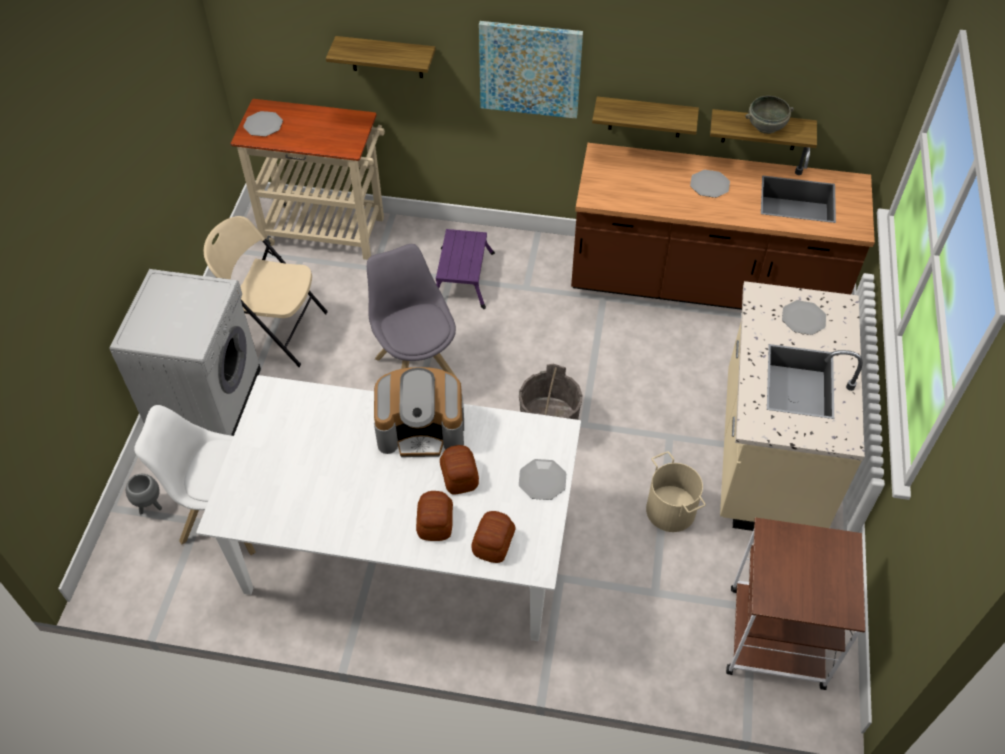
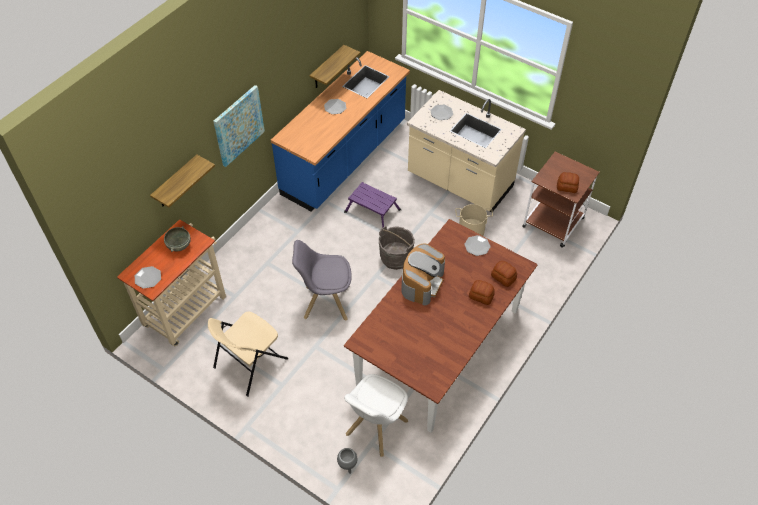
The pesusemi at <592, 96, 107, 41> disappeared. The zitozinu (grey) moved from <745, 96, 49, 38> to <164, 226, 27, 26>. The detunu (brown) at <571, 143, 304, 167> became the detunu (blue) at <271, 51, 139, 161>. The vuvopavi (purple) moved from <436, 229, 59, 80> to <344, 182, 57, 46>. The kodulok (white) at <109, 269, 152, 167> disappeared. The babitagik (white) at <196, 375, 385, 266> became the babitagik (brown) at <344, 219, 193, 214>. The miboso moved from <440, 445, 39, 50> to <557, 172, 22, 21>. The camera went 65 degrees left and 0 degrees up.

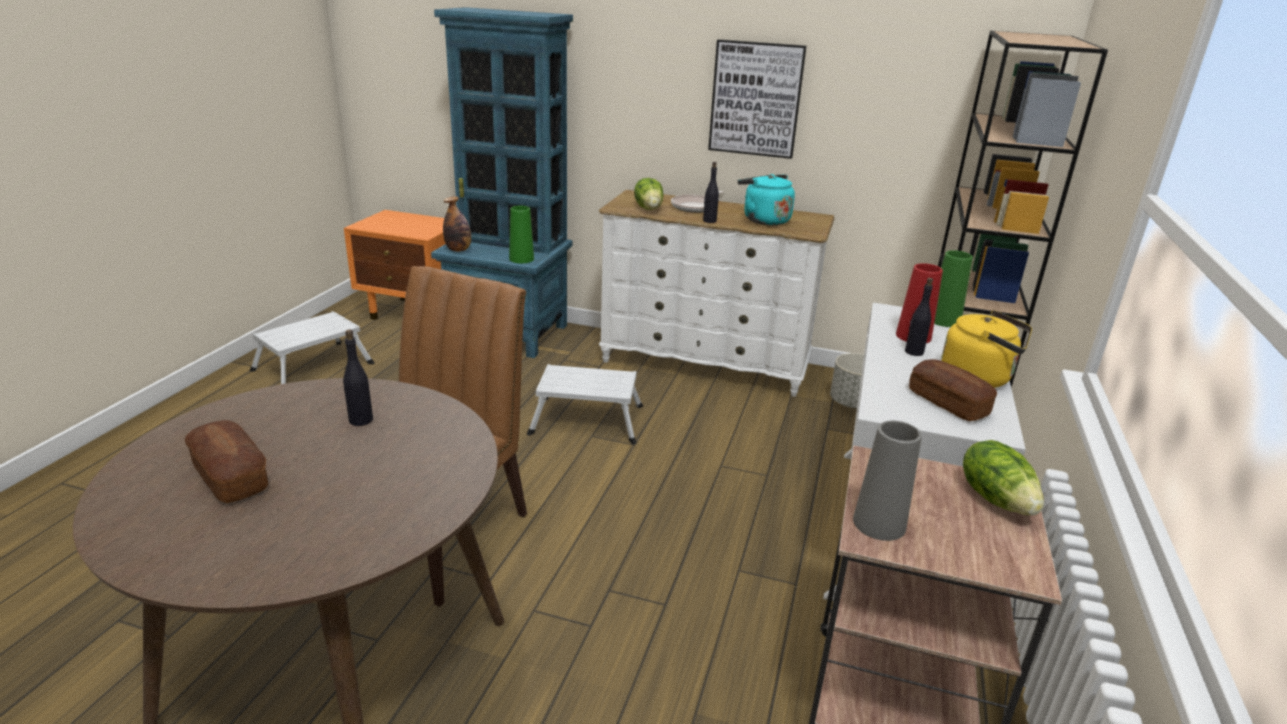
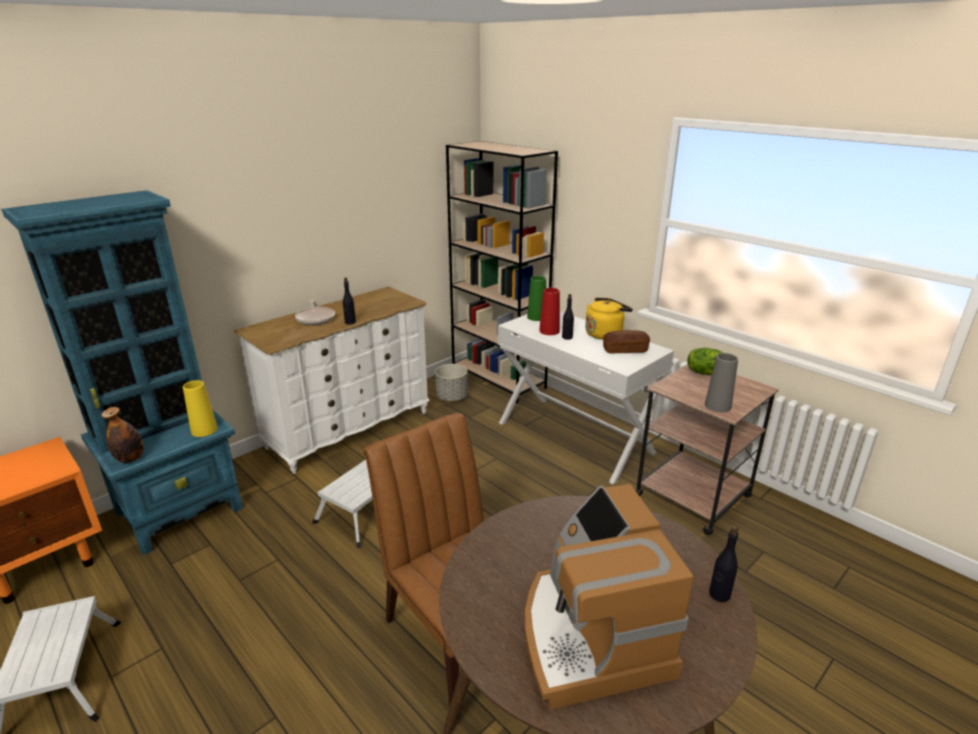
The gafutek at <708, 39, 98, 120> disappeared. The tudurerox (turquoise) at <738, 174, 57, 51> disappeared. The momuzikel at <634, 178, 29, 32> disappeared. The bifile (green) at <509, 206, 25, 57> became the bifile (yellow) at <183, 380, 35, 57>. The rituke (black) moved from <343, 330, 30, 96> to <709, 525, 29, 77>. The miboso at <185, 420, 83, 83> was replaced by the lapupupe at <525, 484, 169, 226>. The camera went 60 degrees left and 0 degrees up.

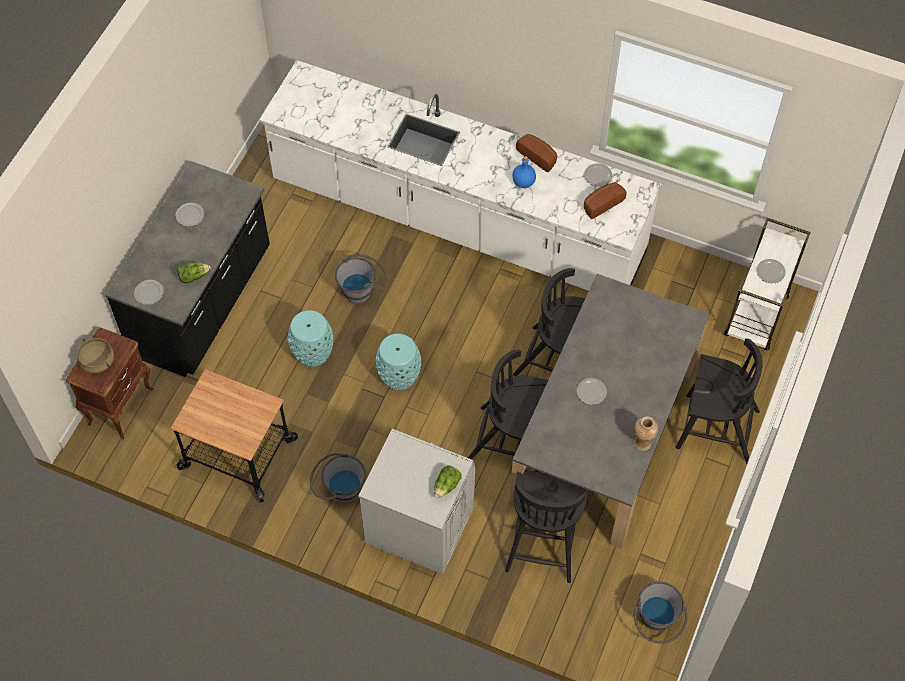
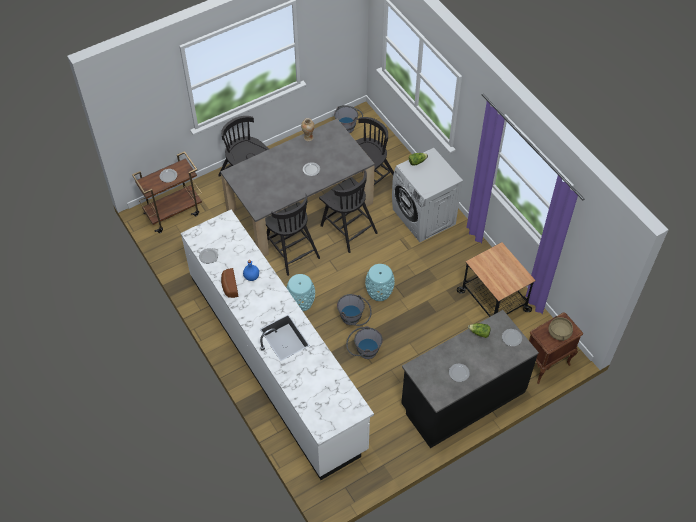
The miboso at <584, 182, 43, 37> disappeared. The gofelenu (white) at <724, 218, 87, 132> became the gofelenu (brown) at <132, 151, 70, 82>. The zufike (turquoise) moved from <288, 310, 45, 57> to <286, 274, 29, 37>. The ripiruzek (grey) moved from <310, 453, 56, 50> to <337, 294, 35, 32>. The camera went 145 degrees left and 5 degrees down.

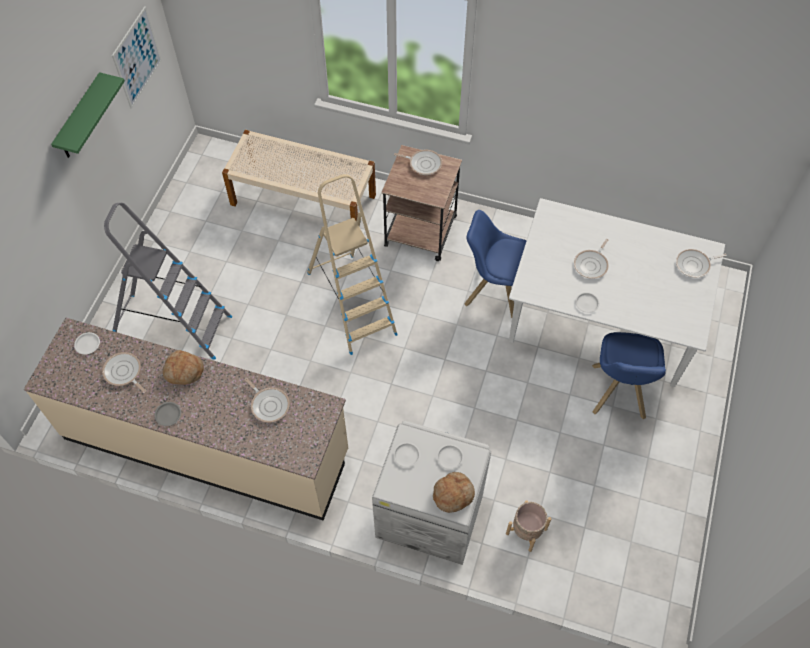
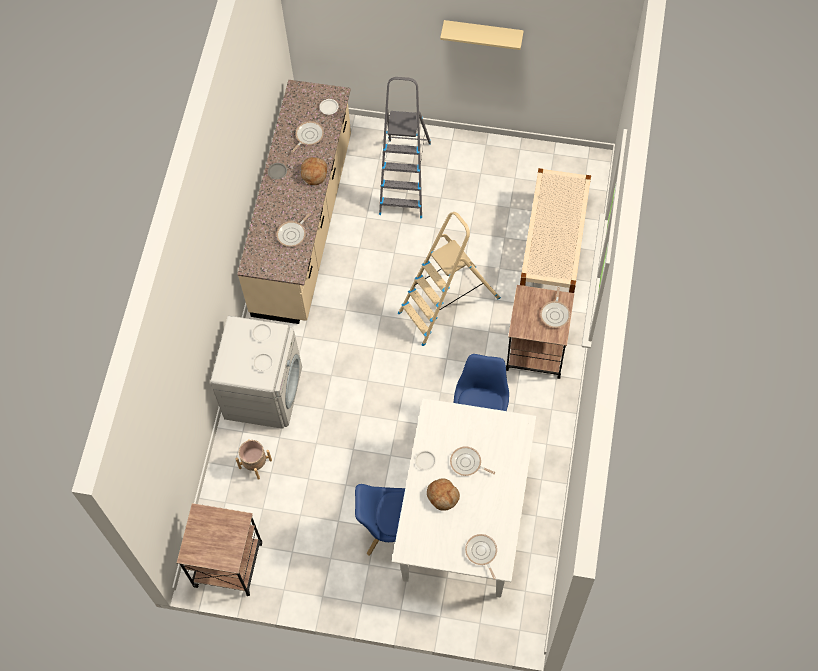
The gafutek at <112, 6, 50, 103> disappeared. The pesusemi (green) at <51, 72, 74, 86> became the pesusemi (beige) at <440, 20, 84, 30>. The miboso moved from <433, 472, 42, 41> to <427, 478, 33, 33>. The gofelenu (brown) at <177, 503, 85, 93> appeared. The camera went 85 degrees right and 5 degrees up.

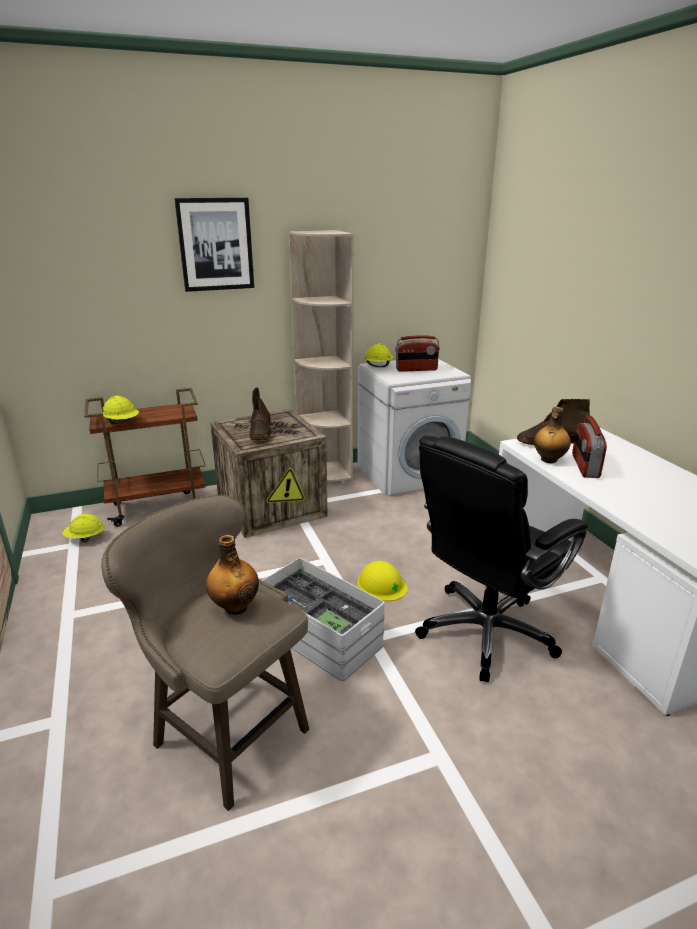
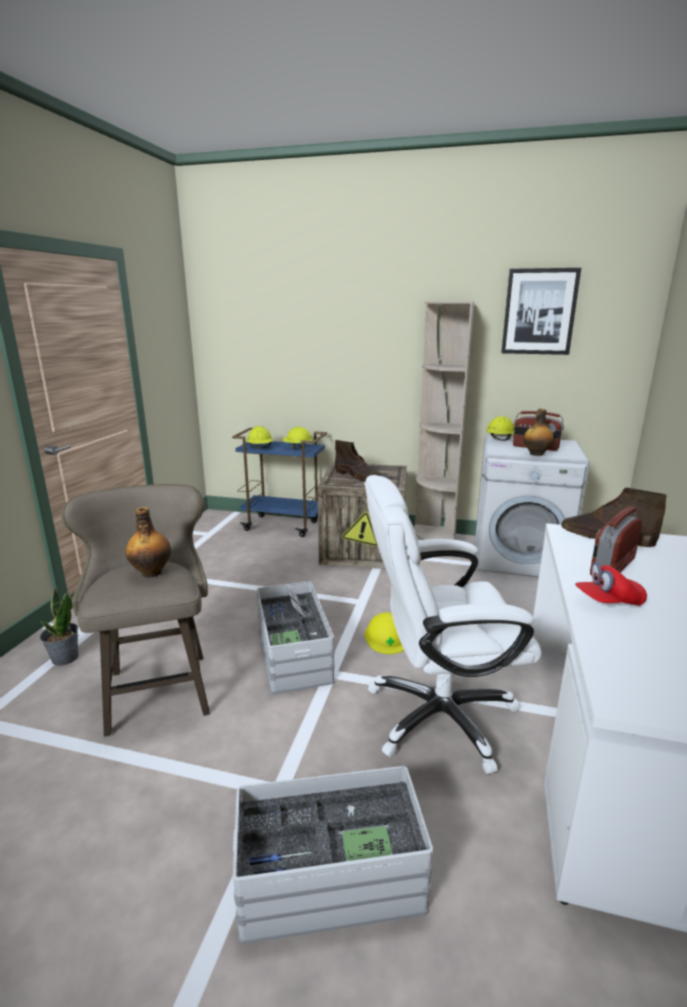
The gafutek moved from <174, 198, 80, 94> to <501, 268, 80, 87>. The gofelenu (brown) at <84, 388, 122, 139> became the gofelenu (blue) at <232, 428, 95, 109>. The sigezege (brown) at <250, 388, 22, 52> turned 75 degrees counterclockwise. The rituke moved from <534, 407, 37, 56> to <523, 409, 31, 47>. The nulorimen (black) at <415, 436, 173, 246> became the nulorimen (white) at <364, 475, 178, 299>. The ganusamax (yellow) moved from <62, 514, 43, 29> to <282, 427, 31, 22>. The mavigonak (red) at <575, 562, 72, 44> appeared. The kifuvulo at <40, 588, 39, 78> appeared. The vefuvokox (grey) at <233, 766, 200, 178> appeared. The camera went 35 degrees right and 5 degrees down.

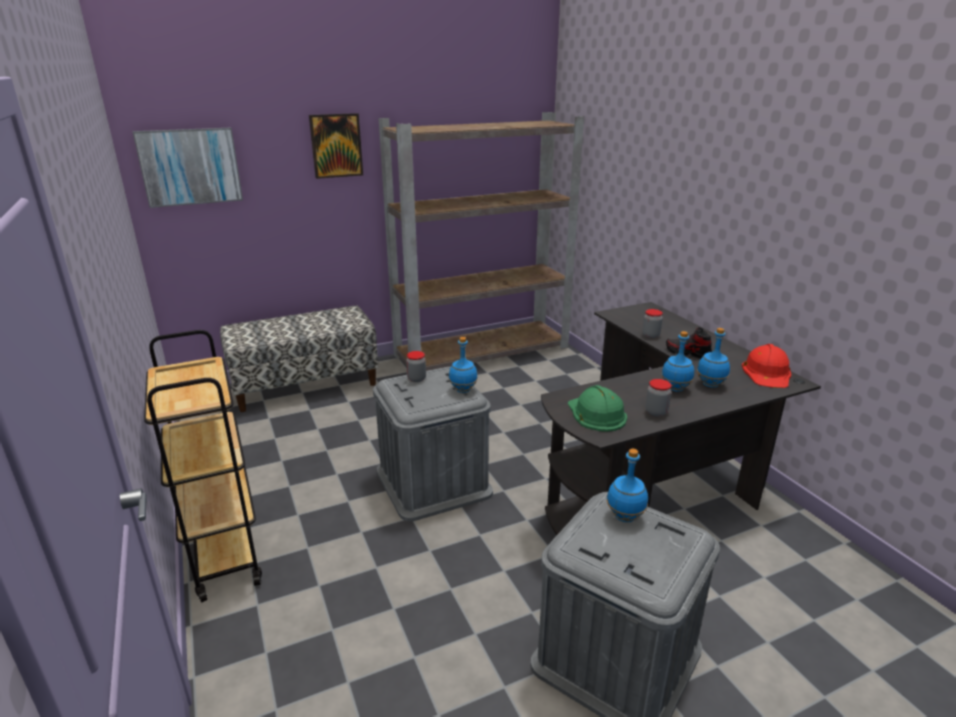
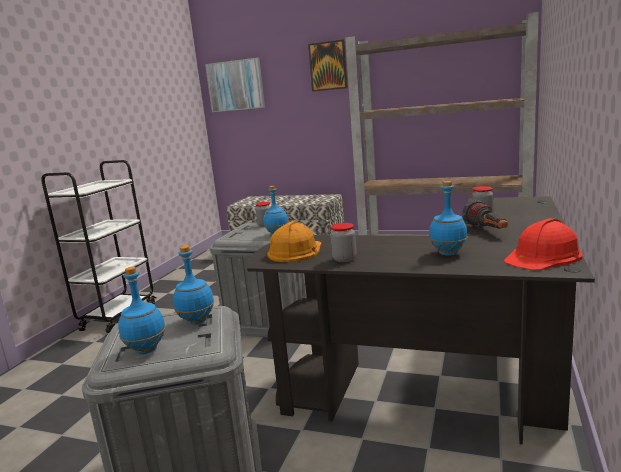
The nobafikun at <666, 328, 46, 31> was replaced by the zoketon at <462, 200, 46, 29>. The gofelenu (brown) at <144, 330, 118, 273> became the gofelenu (white) at <41, 160, 116, 173>. The rituke (blue) moved from <661, 331, 33, 61> to <118, 267, 48, 87>. The ganusamax (green) at <568, 385, 59, 47> became the ganusamax (orange) at <267, 221, 54, 41>. The camera went 45 degrees right and 10 degrees down.

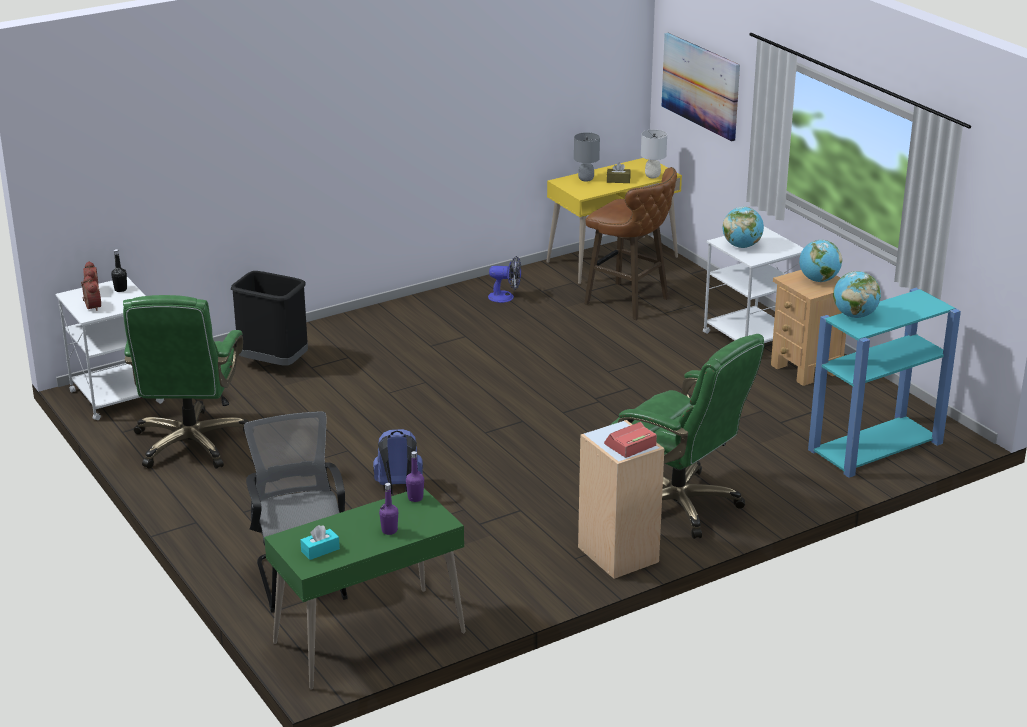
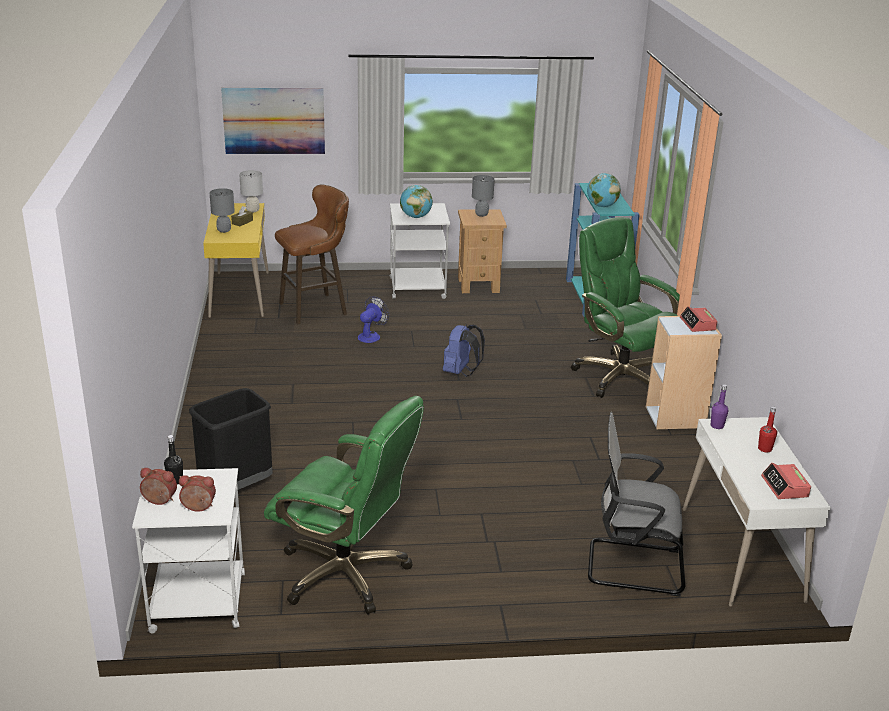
The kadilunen at <799, 240, 43, 42> was replaced by the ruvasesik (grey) at <472, 175, 23, 42>. The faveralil moved from <488, 256, 33, 47> to <358, 296, 31, 47>. The nulorimen (green) at <610, 334, 154, 205> turned 105 degrees counterclockwise. The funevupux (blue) moved from <373, 429, 50, 65> to <443, 325, 42, 52>. The rituke (purple) at <379, 483, 19, 52> became the rituke (red) at <758, 406, 19, 46>. The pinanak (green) at <264, 488, 201, 201> became the pinanak (white) at <683, 417, 147, 190>. The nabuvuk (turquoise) at <300, 525, 40, 35> was replaced by the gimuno at <761, 463, 50, 36>. The camera went 65 degrees left and 0 degrees up.

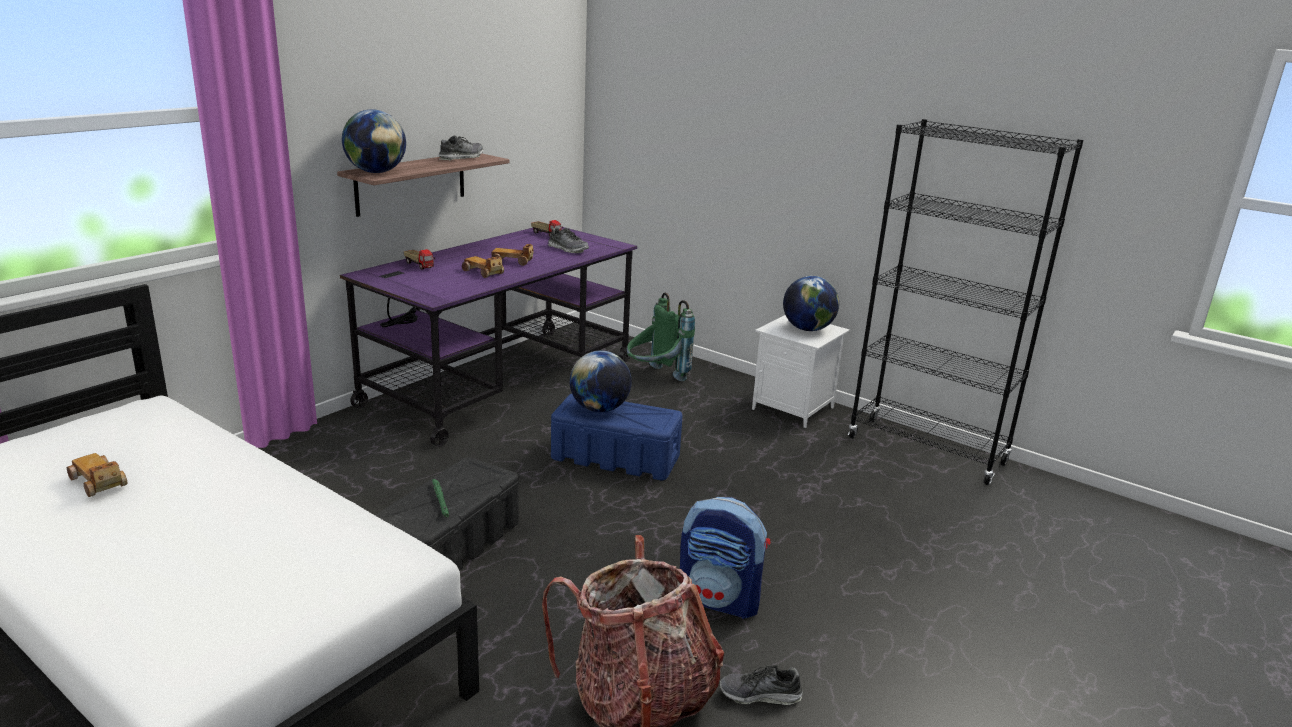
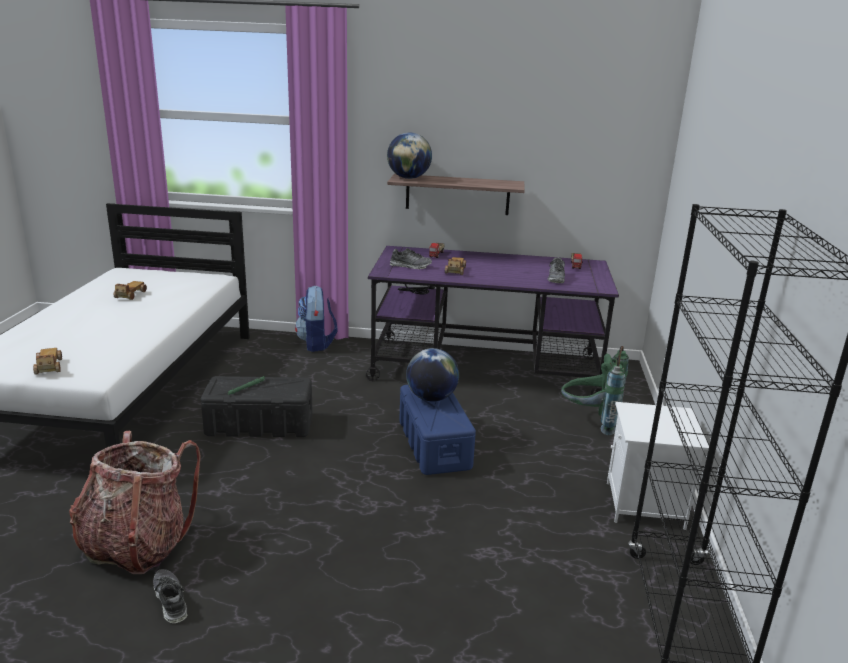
The nobafikun moved from <439, 136, 44, 24> to <390, 248, 42, 21>. The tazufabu moved from <491, 244, 43, 22> to <33, 348, 29, 27>. The kadilunen at <783, 276, 56, 55> disappeared. The funevupux moved from <680, 497, 90, 122> to <295, 285, 43, 67>. The camera went 60 degrees right and 0 degrees up.

